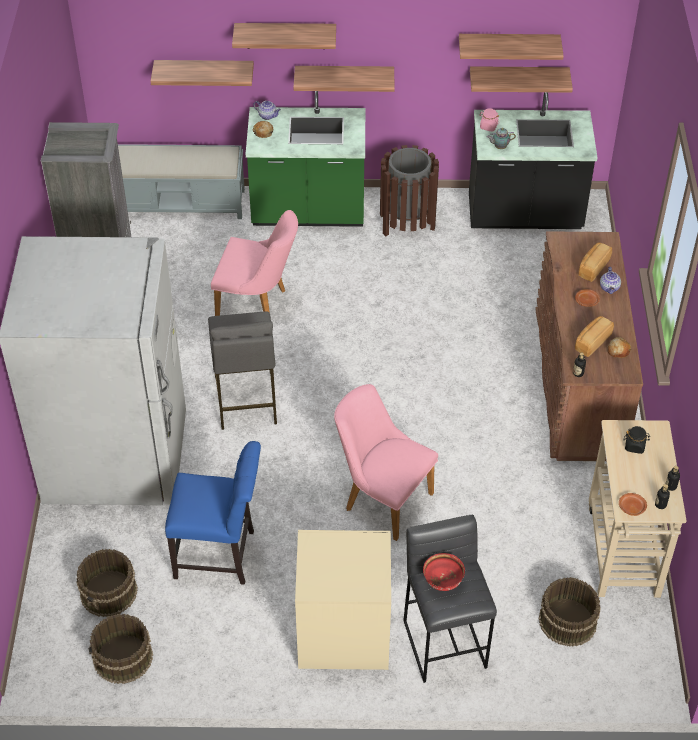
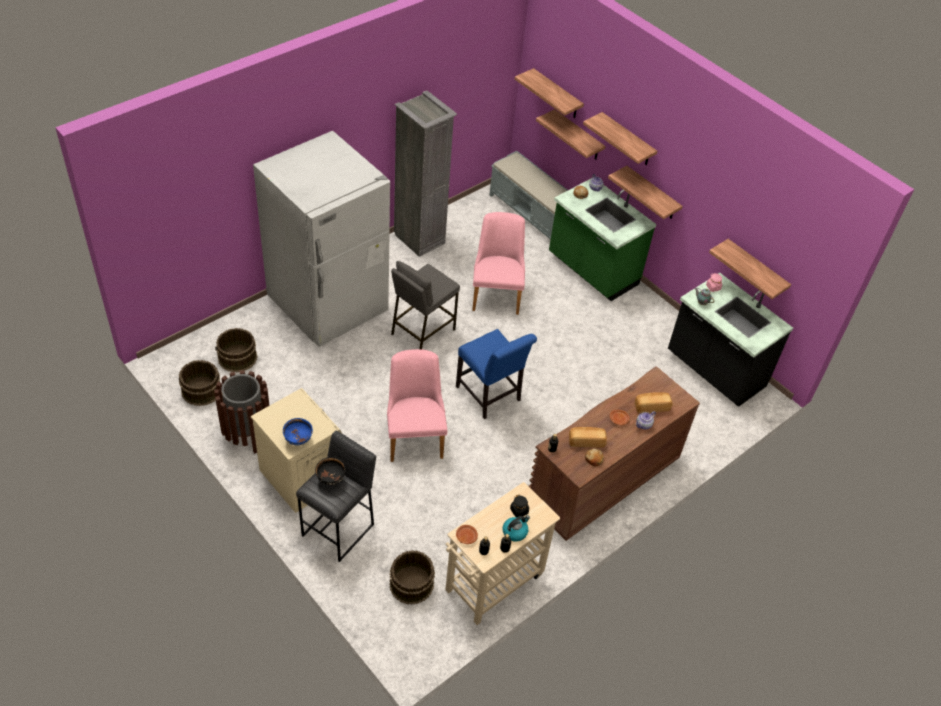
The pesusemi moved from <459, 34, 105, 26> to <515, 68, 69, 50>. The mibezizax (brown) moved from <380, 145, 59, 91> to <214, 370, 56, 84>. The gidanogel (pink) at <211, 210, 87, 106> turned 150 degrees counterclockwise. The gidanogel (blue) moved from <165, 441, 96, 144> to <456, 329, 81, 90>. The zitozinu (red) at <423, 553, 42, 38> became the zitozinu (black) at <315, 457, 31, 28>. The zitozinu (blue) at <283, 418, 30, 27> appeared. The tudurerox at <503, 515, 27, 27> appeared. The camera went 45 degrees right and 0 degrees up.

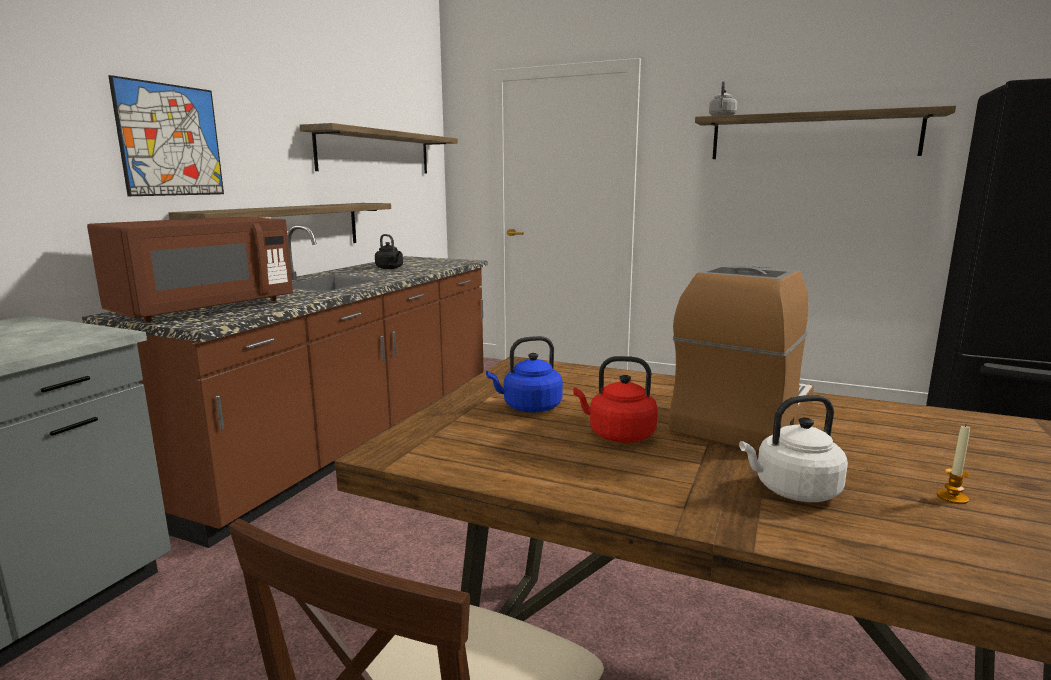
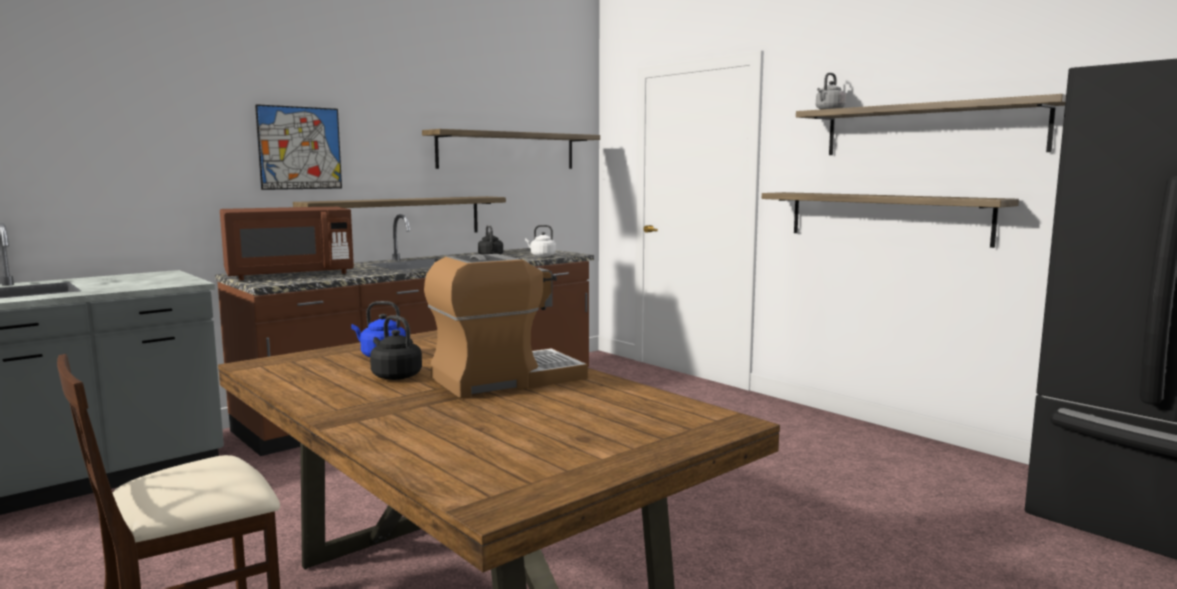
The tudurerox (red) at <573, 356, 85, 87> became the tudurerox (black) at <370, 315, 52, 65>. The tudurerox (white) moved from <739, 395, 109, 107> to <525, 225, 31, 32>. The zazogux at <937, 425, 33, 79> disappeared. The pesusemi at <762, 192, 257, 56> appeared. The camera went 25 degrees right and 5 degrees down.

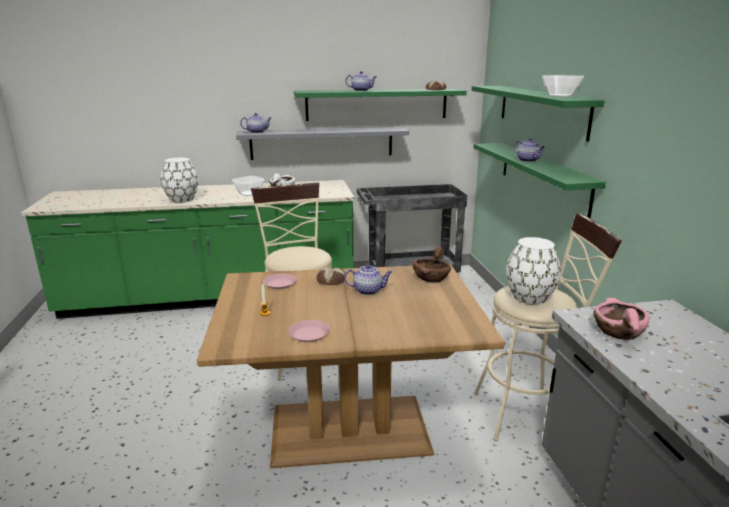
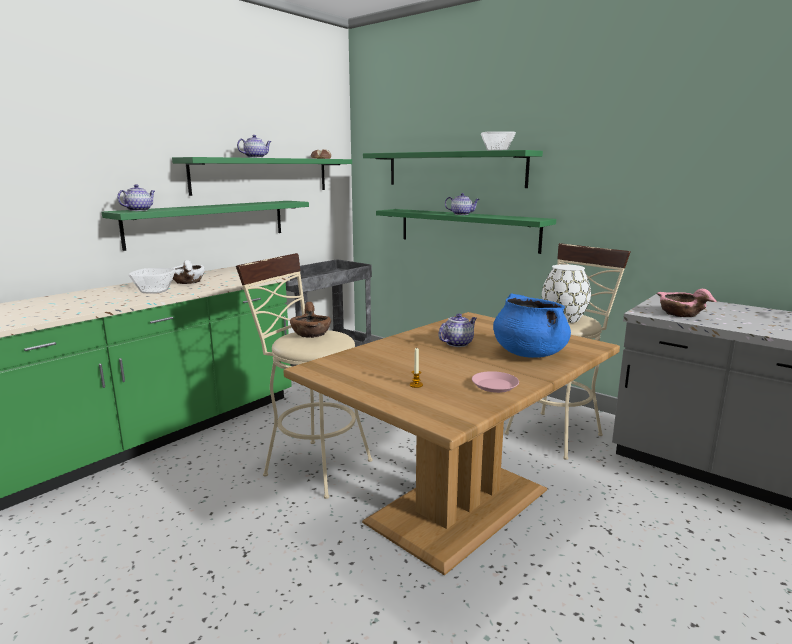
The pesusemi (grey) at <236, 127, 173, 33> became the pesusemi (green) at <102, 201, 207, 50>. The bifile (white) at <161, 158, 37, 44> disappeared. The zitozinu (brown) moved from <413, 247, 38, 35> to <290, 302, 41, 36>. The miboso at <317, 266, 28, 19> disappeared. The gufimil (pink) at <263, 273, 34, 16> disappeared. The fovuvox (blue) at <493, 293, 78, 65> appeared. The camera went 40 degrees left and 5 degrees down.

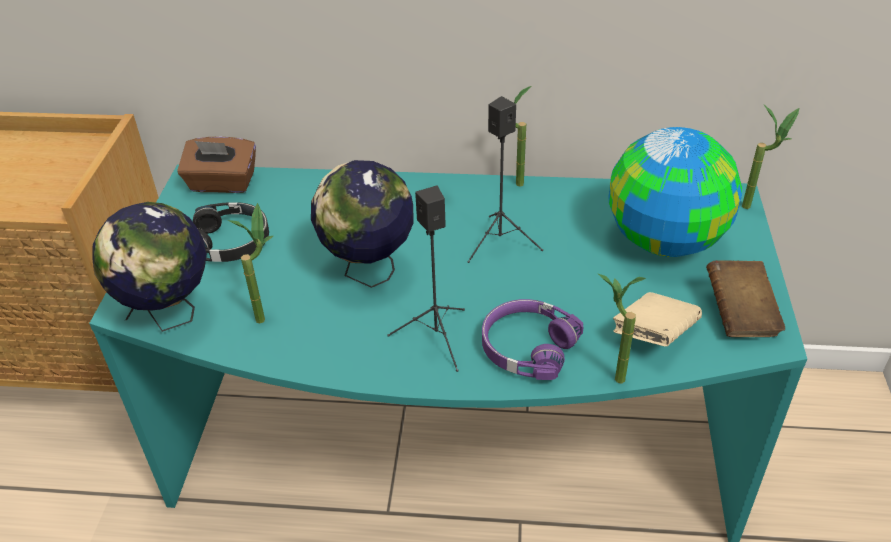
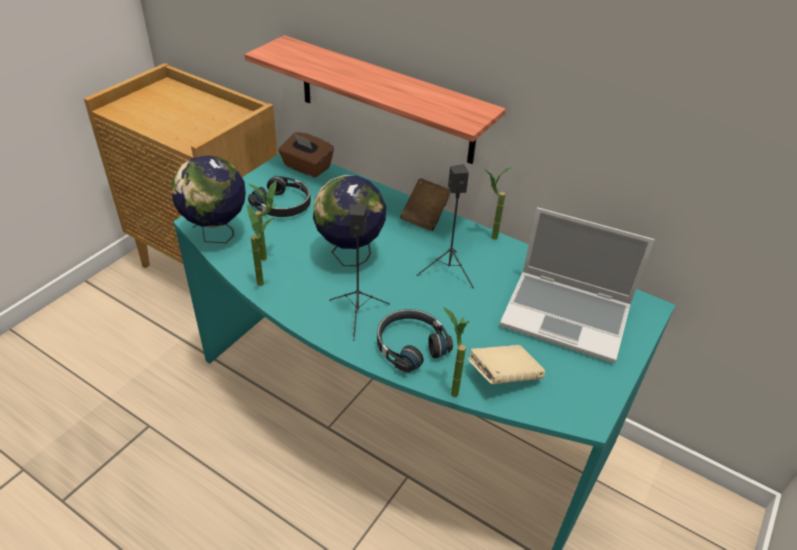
The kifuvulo moved from <742, 105, 57, 104> to <247, 205, 27, 81>. The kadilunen at <608, 127, 134, 130> was replaced by the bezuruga at <500, 207, 155, 156>. The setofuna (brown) moved from <706, 260, 79, 77> to <400, 178, 51, 53>. The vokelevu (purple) at <482, 299, 102, 81> became the vokelevu (black) at <377, 309, 76, 64>. The pesusemi at <244, 35, 262, 129> appeared. The camera went 25 degrees right and 0 degrees up.

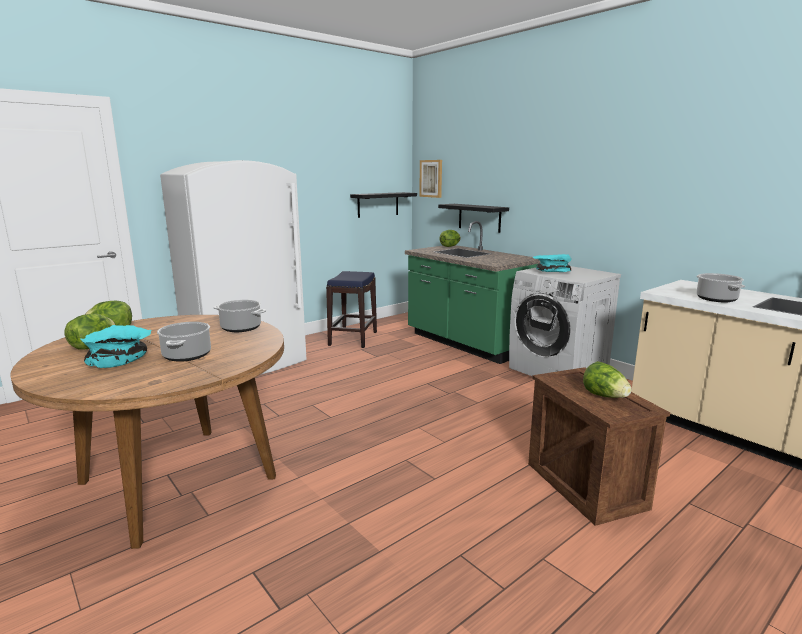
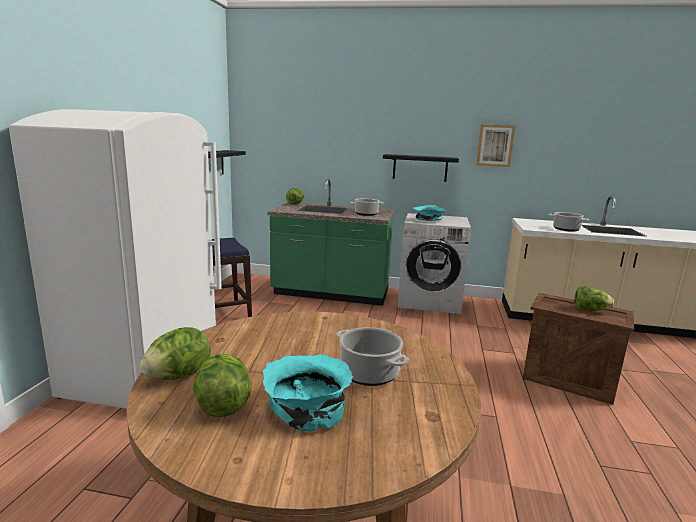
The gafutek moved from <419, 160, 23, 38> to <476, 124, 39, 43>. The pesusemi (black) moved from <438, 204, 71, 29> to <383, 154, 76, 28>. The fovuvox moved from <213, 300, 53, 32> to <350, 198, 34, 18>. The camera went 40 degrees left and 0 degrees up.

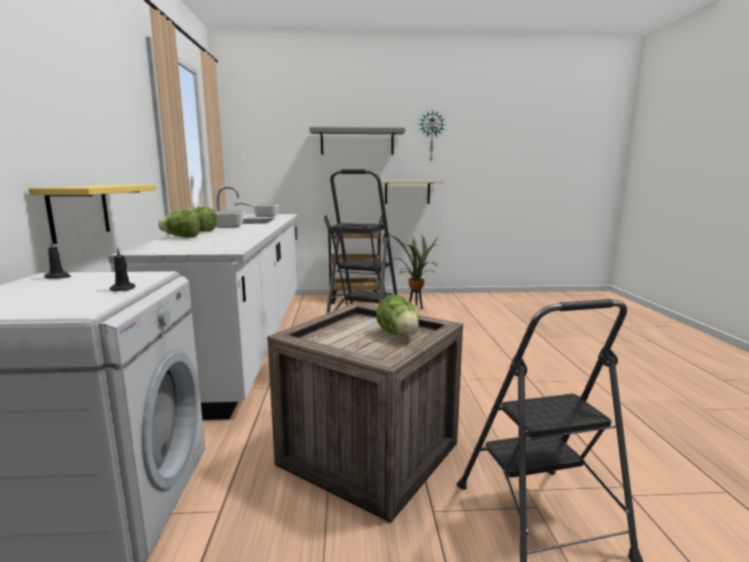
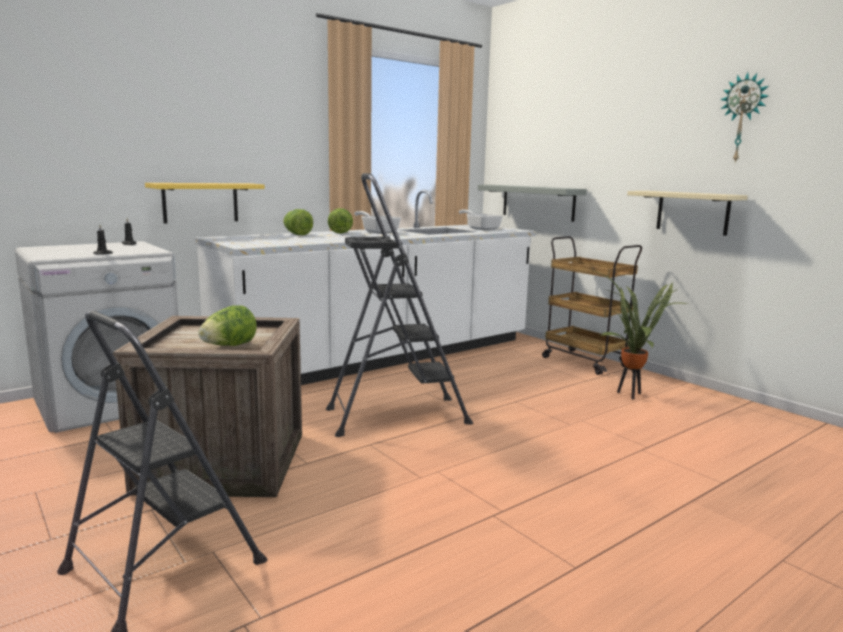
The pesusemi (grey) moved from <309, 127, 96, 28> to <478, 185, 109, 37>. The camera went 55 degrees right and 0 degrees up.

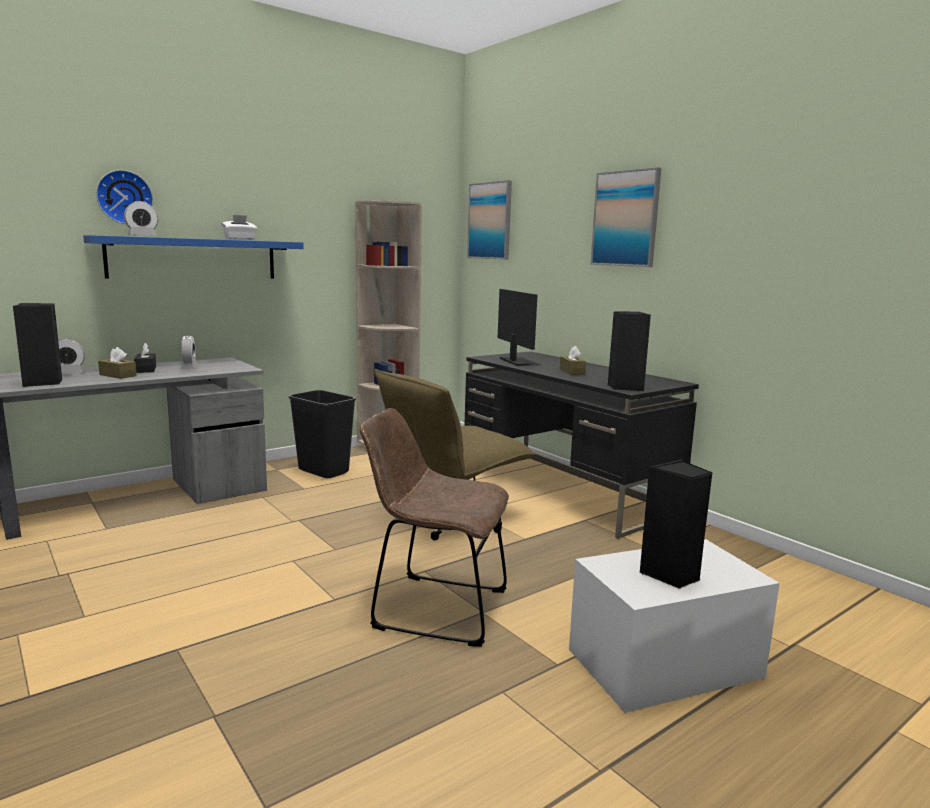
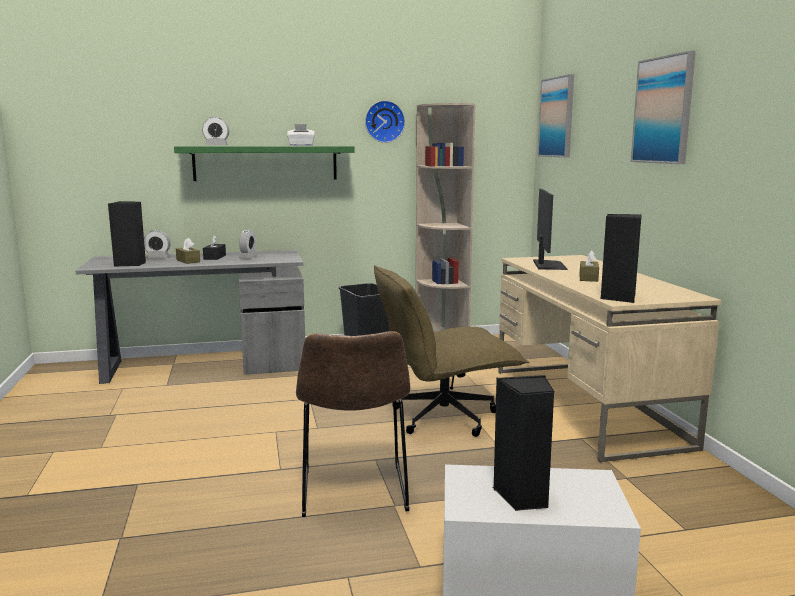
The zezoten moved from <96, 170, 57, 54> to <365, 100, 40, 43>. The pesusemi (blue) at <83, 235, 221, 44> became the pesusemi (green) at <174, 146, 180, 35>. The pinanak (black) at <464, 351, 235, 188> became the pinanak (beige) at <498, 255, 223, 207>. The gidanogel (brown) at <360, 408, 149, 239> turned 135 degrees counterclockwise. The camera went 25 degrees right and 0 degrees up.

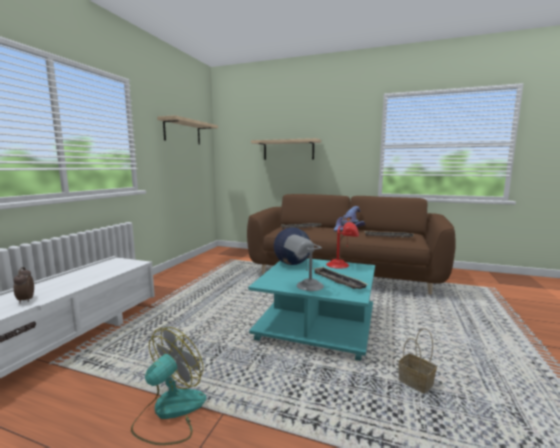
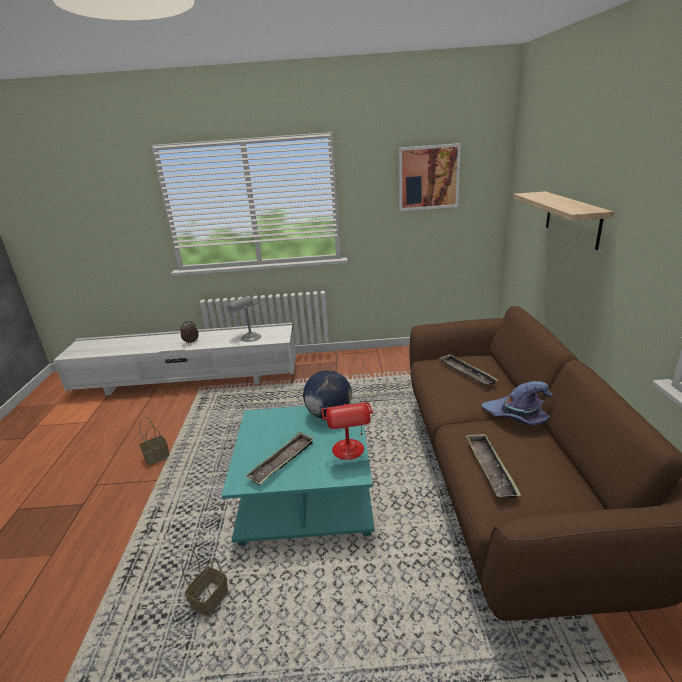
The pesusemi at <157, 115, 61, 29> was replaced by the gafutek at <399, 143, 62, 68>. The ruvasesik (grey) moved from <284, 235, 40, 56> to <227, 297, 34, 45>. The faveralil at <131, 327, 76, 118> was replaced by the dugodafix at <139, 417, 31, 49>. The camera went 70 degrees right and 15 degrees up.

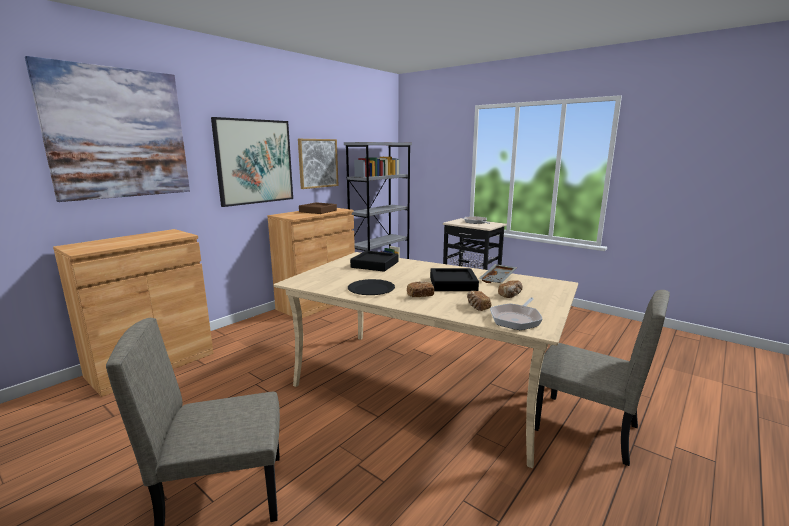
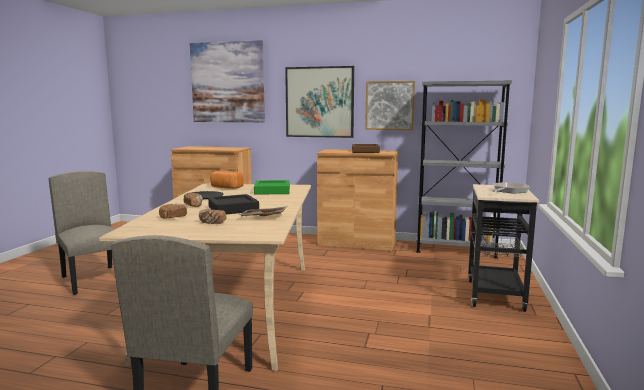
The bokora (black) at <350, 251, 48, 21> became the bokora (green) at <254, 180, 36, 15>. The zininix at <490, 297, 53, 33> disappeared. The miboso at <210, 171, 34, 18> appeared. The camera went 65 degrees right and 5 degrees down.

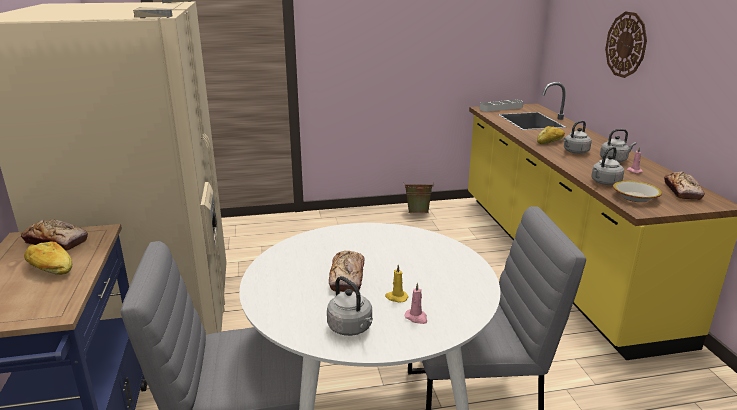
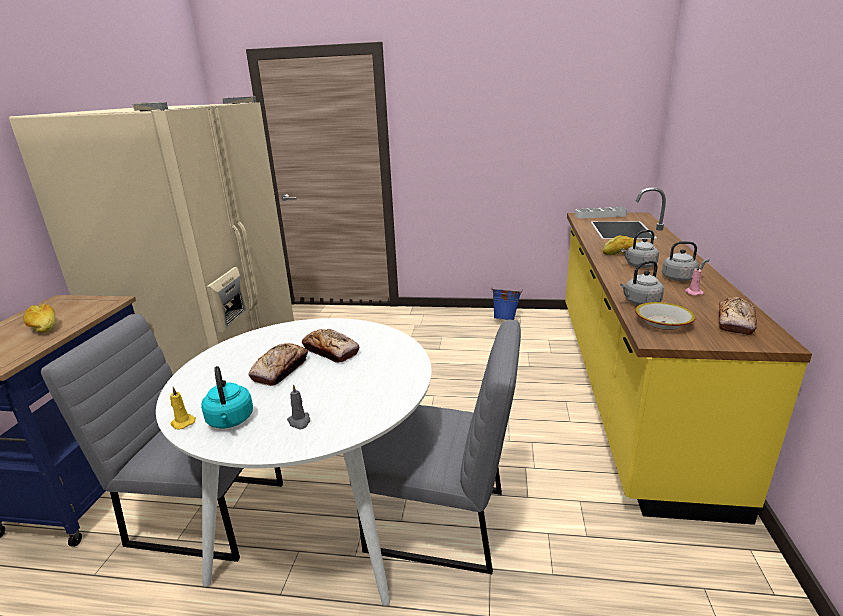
The zezoten at <605, 11, 42, 67> disappeared. The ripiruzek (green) at <404, 183, 30, 30> became the ripiruzek (blue) at <491, 288, 32, 32>. The miboso moved from <21, 219, 67, 32> to <302, 329, 58, 34>. The zazogux (yellow) moved from <385, 265, 24, 38> to <170, 387, 26, 42>. The tudurerox (grey) at <327, 276, 46, 60> became the tudurerox (turquoise) at <201, 366, 52, 62>. The zazogux (pink) at <405, 282, 22, 42> became the zazogux (grey) at <287, 384, 23, 45>. The camera went 20 degrees right and 0 degrees up.

